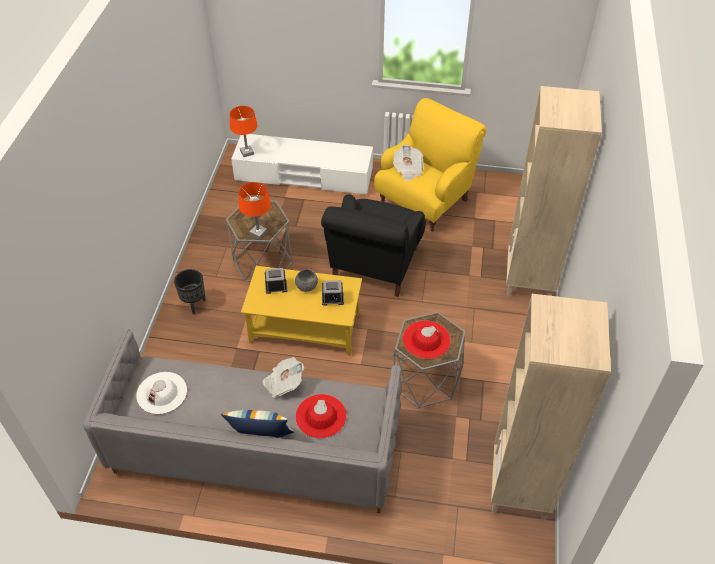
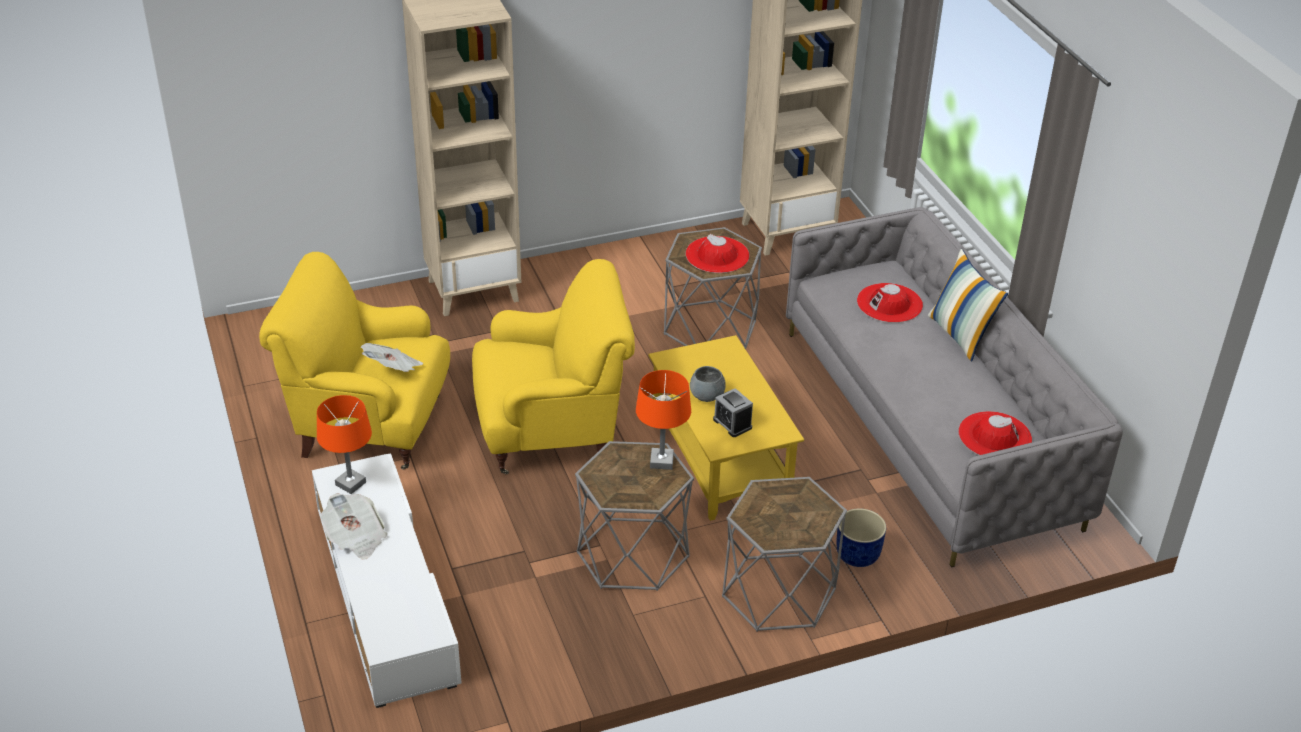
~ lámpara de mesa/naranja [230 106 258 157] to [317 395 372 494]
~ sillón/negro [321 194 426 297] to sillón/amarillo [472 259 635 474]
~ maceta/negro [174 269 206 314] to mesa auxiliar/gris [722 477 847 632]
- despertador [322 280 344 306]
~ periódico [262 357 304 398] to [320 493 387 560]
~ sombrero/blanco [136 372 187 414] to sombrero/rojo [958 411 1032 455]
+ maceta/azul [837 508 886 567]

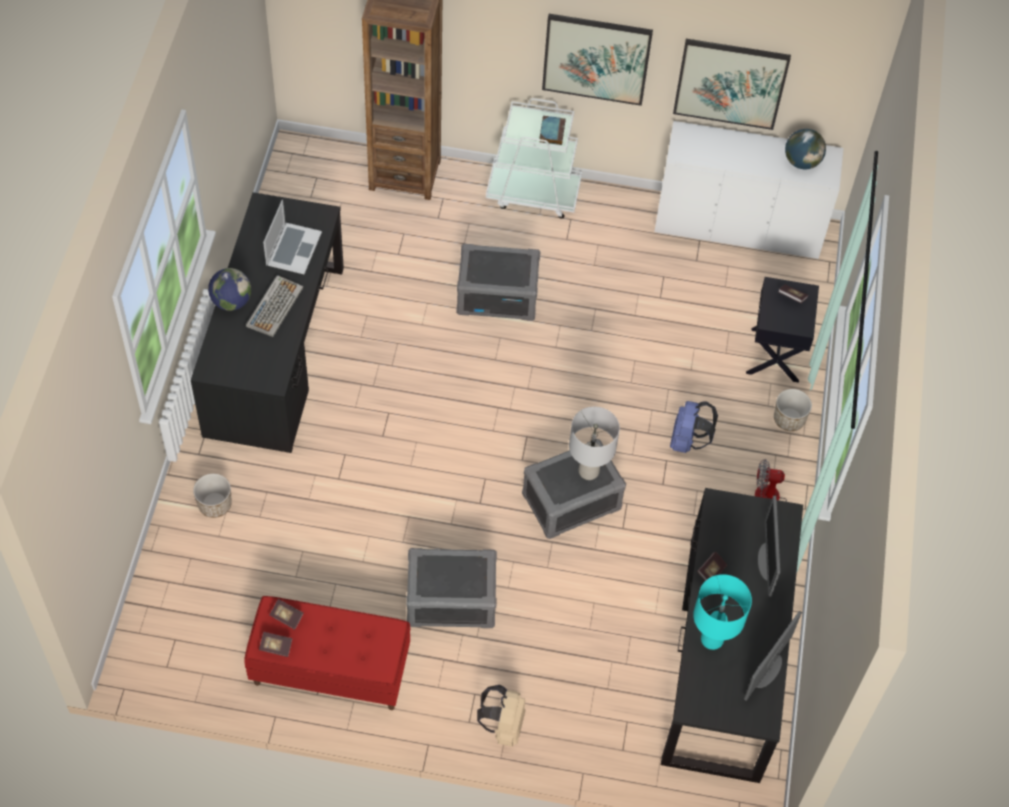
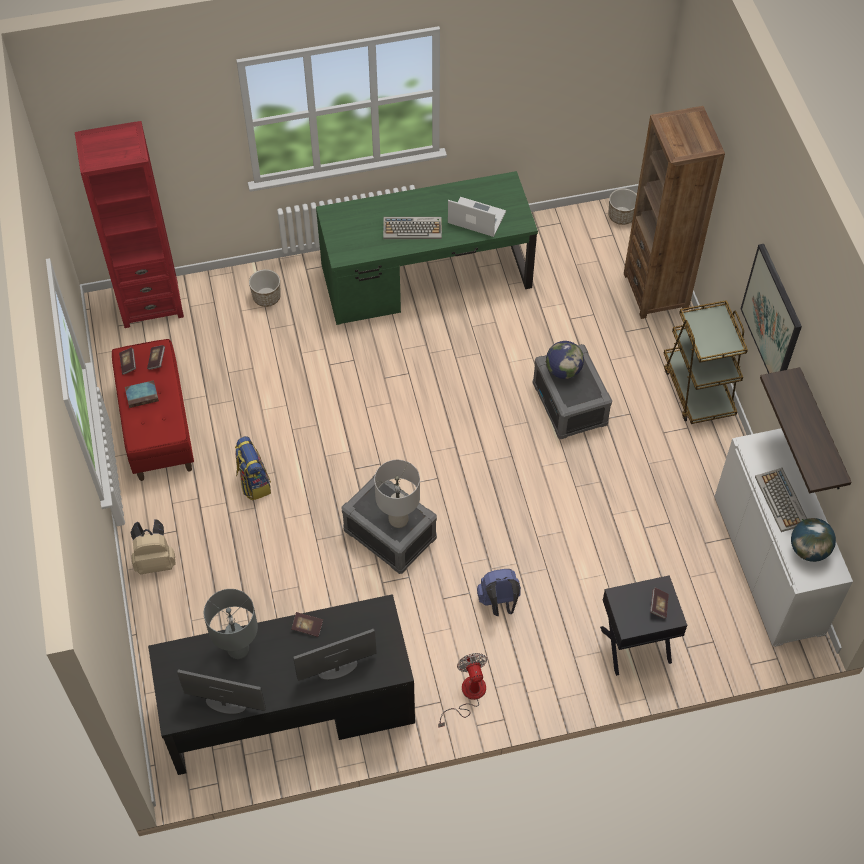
~ cuadro [673 39 791 130] to estante [760 367 852 493]
~ carrito/blanco [486 98 582 218] to carrito/marrón [664 300 748 424]
~ libro [539 116 566 145] to [125 380 159 408]
~ escritorio/negro [191 192 344 453] to escritorio/verde [316 171 538 325]
~ portátil [263 200 322 274] = [448 197 506 237] 150 degrees counterclockwise
~ globo terráqueo [208 268 251 311] to [546 341 584 379]
~ maceta [774 389 812 431] to [608 188 637 225]
~ caja de almacenaje/gris [406 548 497 628] to mochila [235 436 271 501]
~ lámpara de mesa/turquesa [693 574 752 650] to lámpara de mesa/gris [204 589 258 659]
+ estantería/rojo [75 121 184 328]
+ teclado [755 468 807 532]

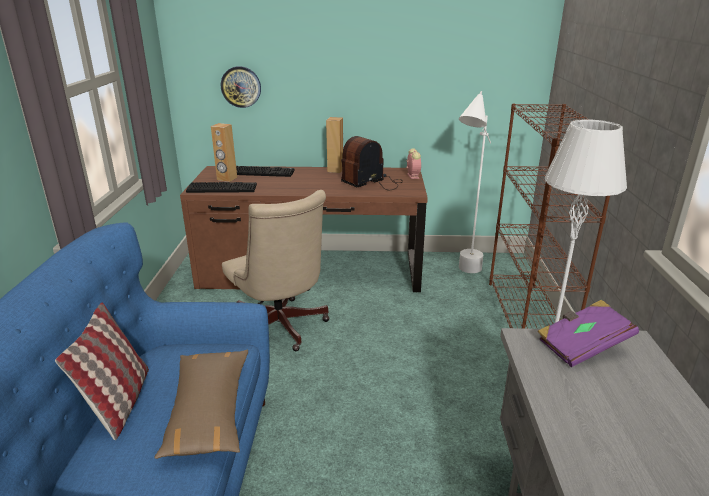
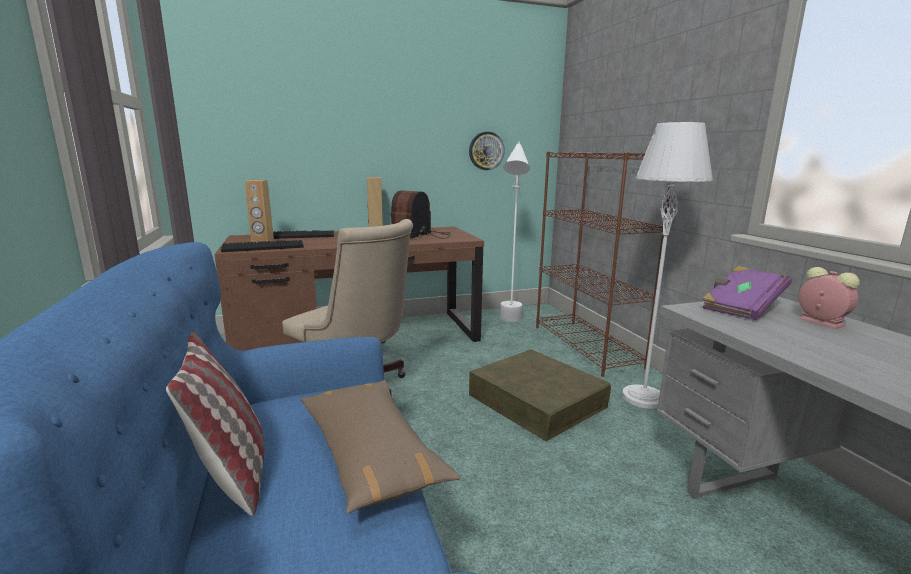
~ reloj de pared [221 66 261 108] to [469 132 505 170]
~ despertador [406 148 421 179] to [799 267 860 329]
+ caja de almacenaje/marrón [469 349 611 441]

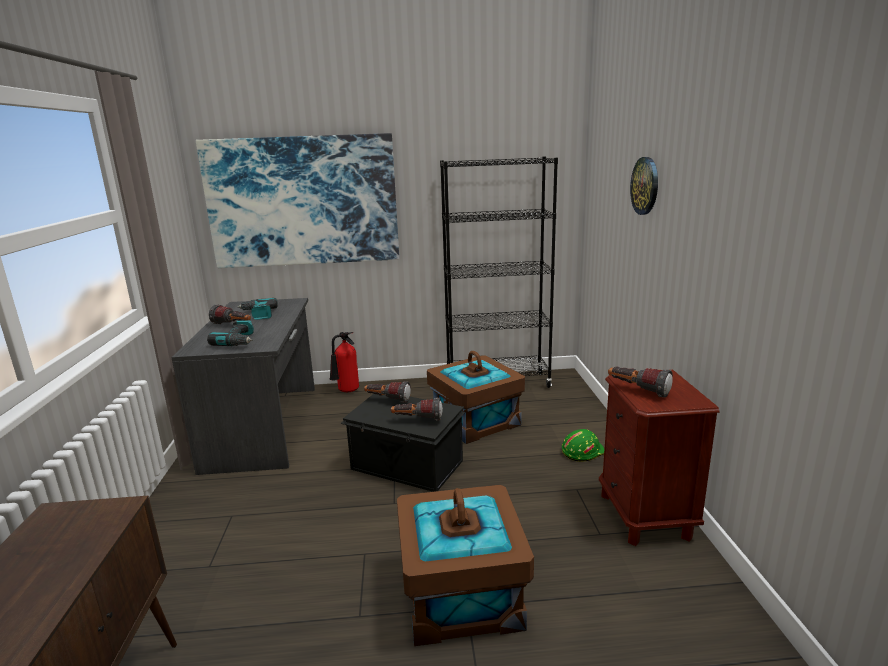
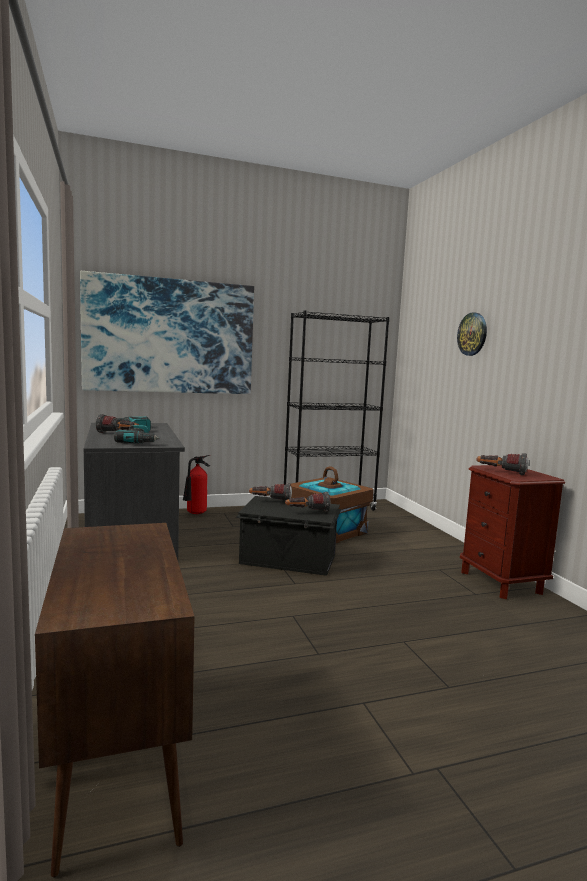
- casco/verde [562 429 604 462]
- caja de almacenaje/marrón [397 485 534 646]

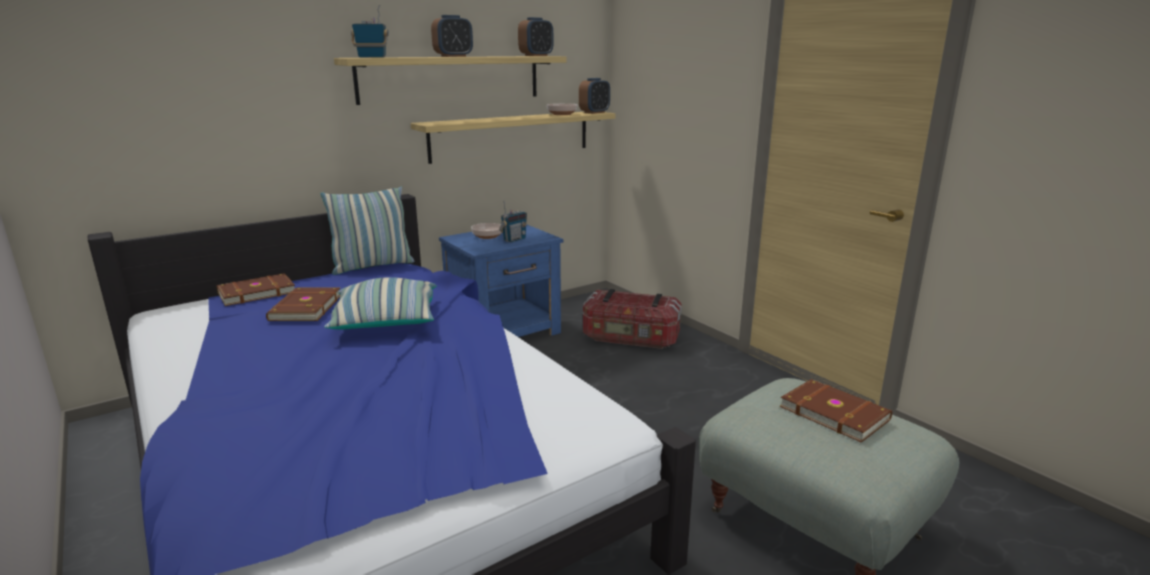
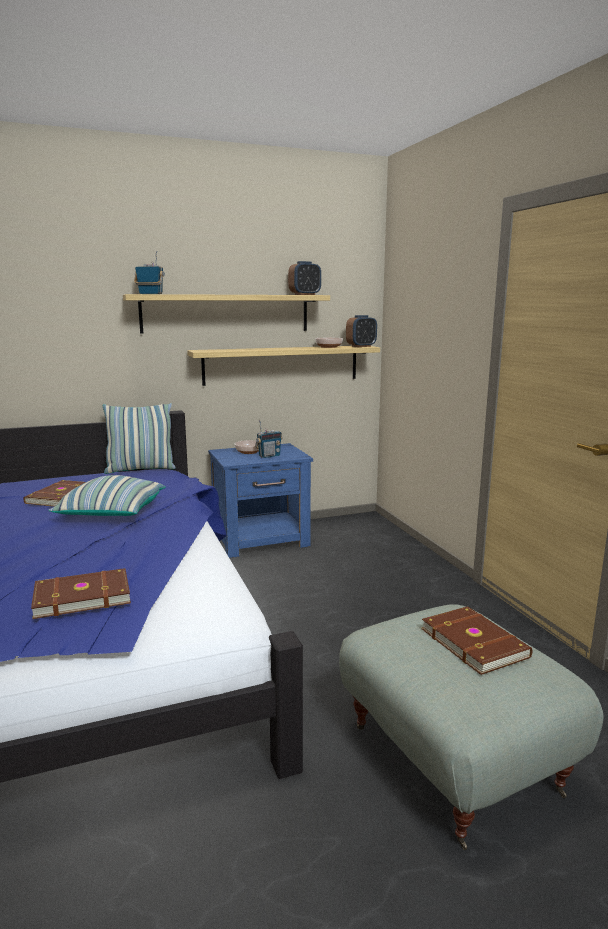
- despertador [431 15 473 57]
~ libro/marrón [216 273 295 306] to [31 568 131 619]
- caja de almacenaje [583 289 682 349]

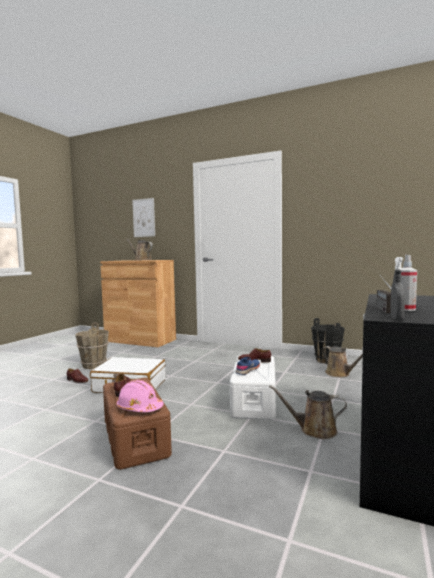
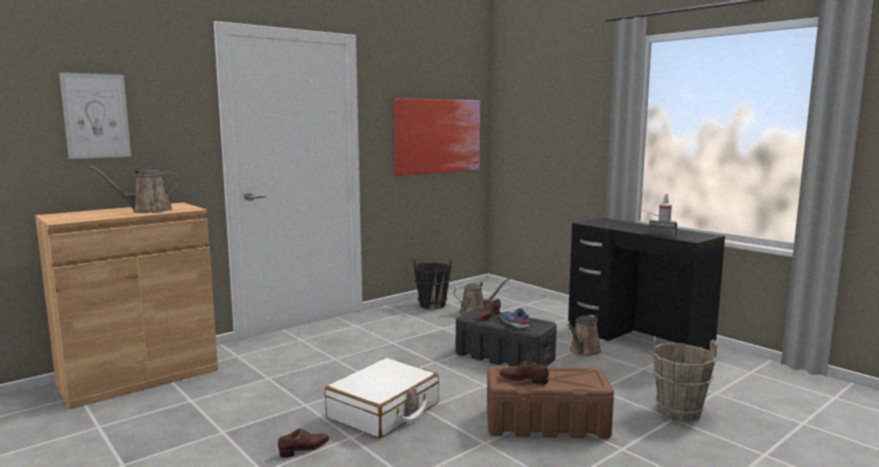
- pulverizador/gris [390 257 405 320]
~ cubo/marrón [75 322 109 369] to [653 336 717 422]
~ caja de almacenaje/blanco [230 355 276 420] to caja de almacenaje/negro [456 308 557 366]
- casco/rosa [116 380 163 412]
+ cuadro [394 98 480 176]

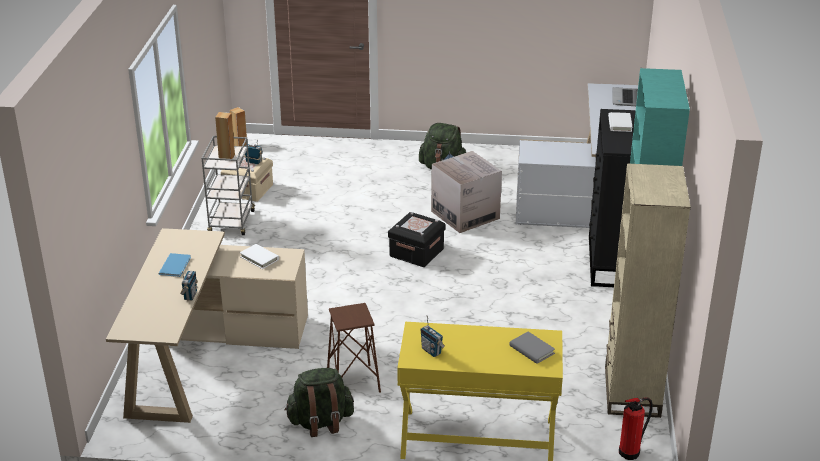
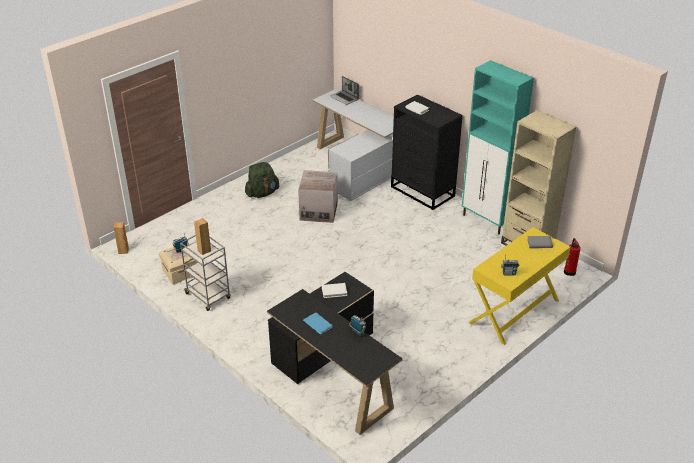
- caja de almacenaje/negro [388 212 445 267]
~ escritorio/beis [106 228 308 423] to escritorio/negro [267 272 403 435]
- taburete/marrón [327 303 381 393]
- mochila/verde [285 368 354 437]

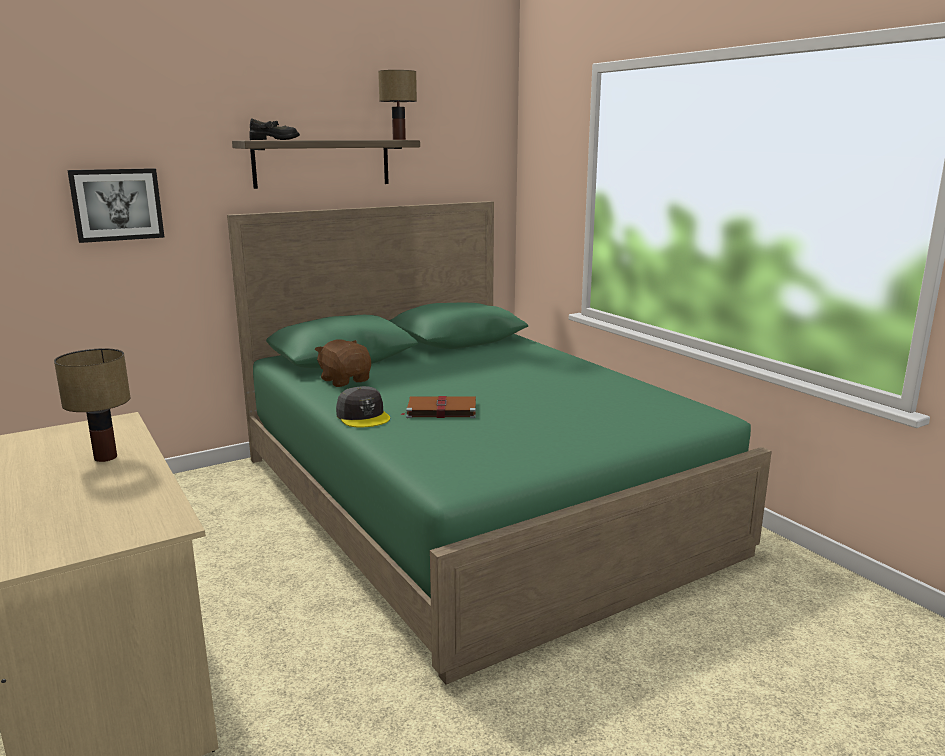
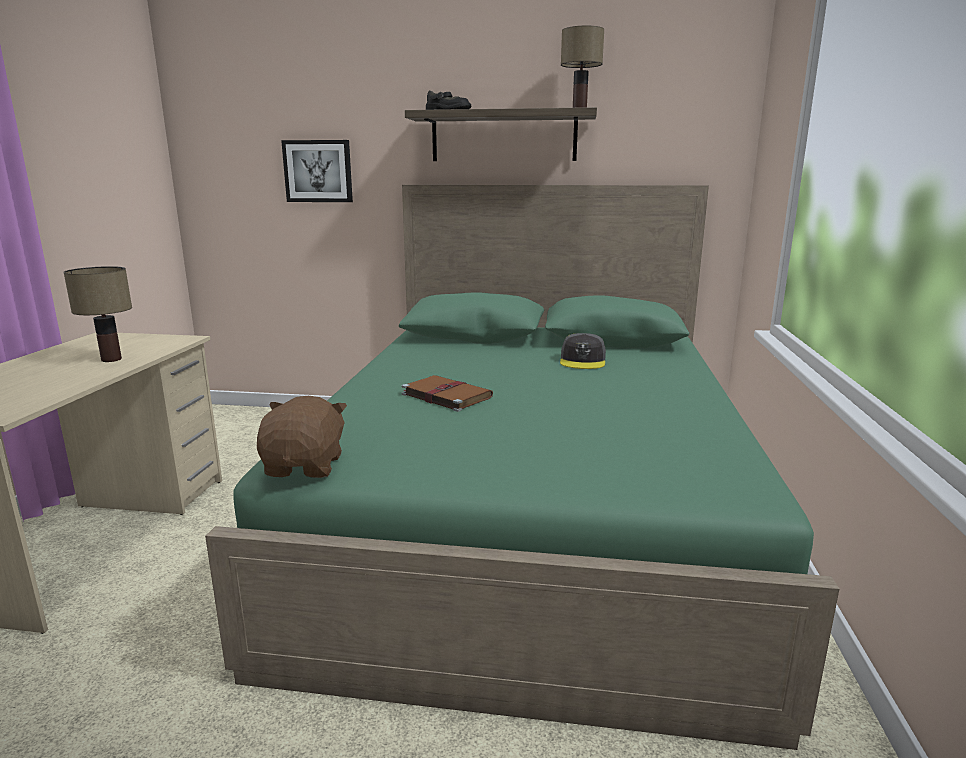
~ peluche/marrón [315 340 371 387] to [257 396 347 478]
~ gorra/gris [336 386 390 427] to [560 333 606 369]

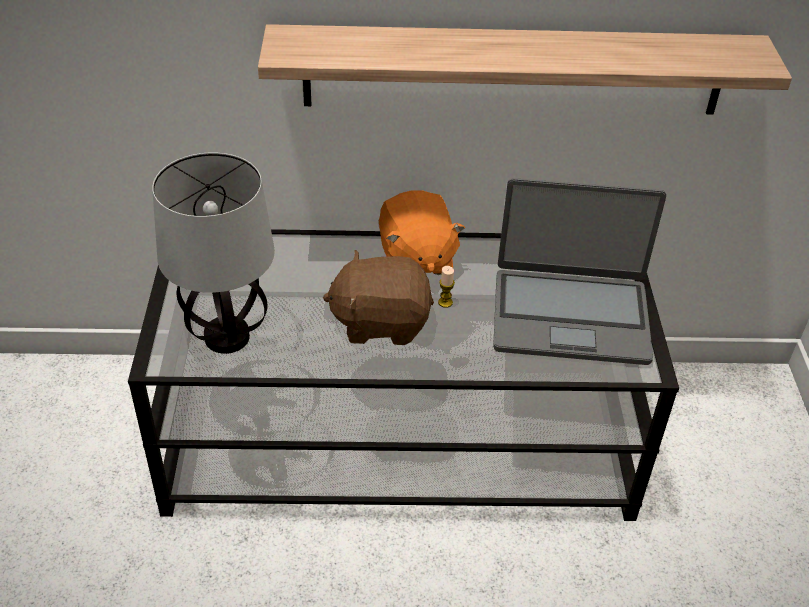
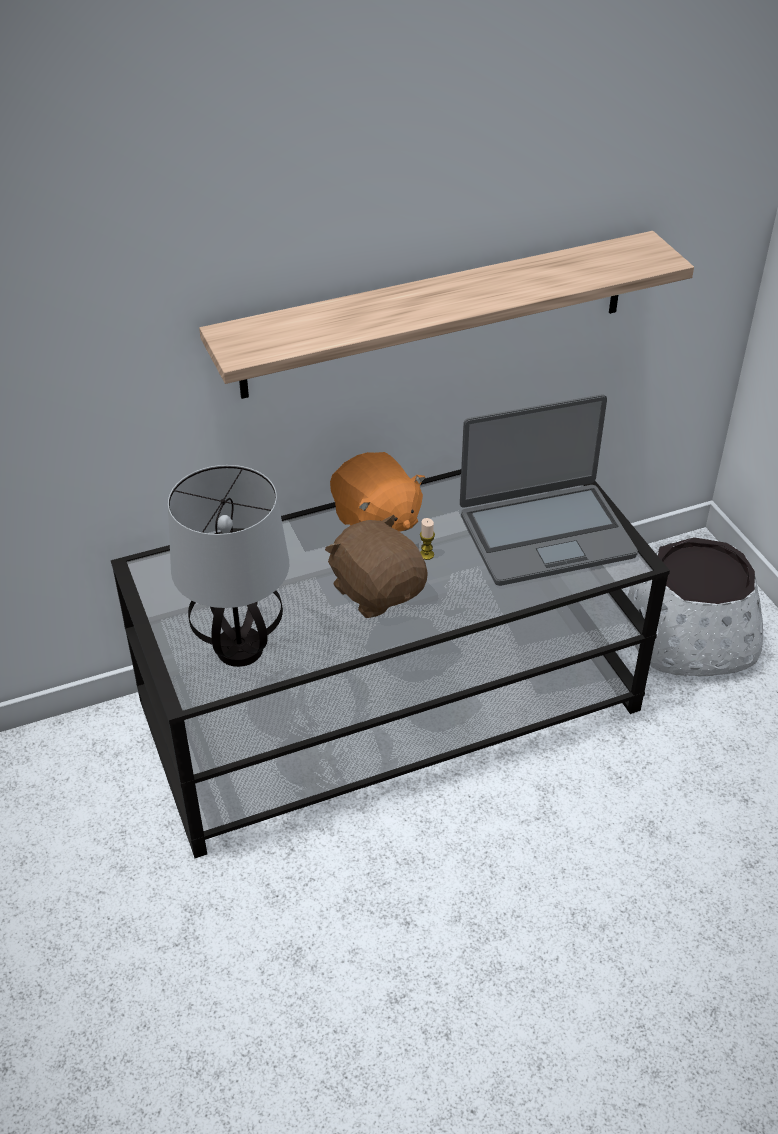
~ peluche/marrón [323 250 434 345] = [325 515 428 618] 75 degrees clockwise
+ maceta/blanco [627 537 763 677]

